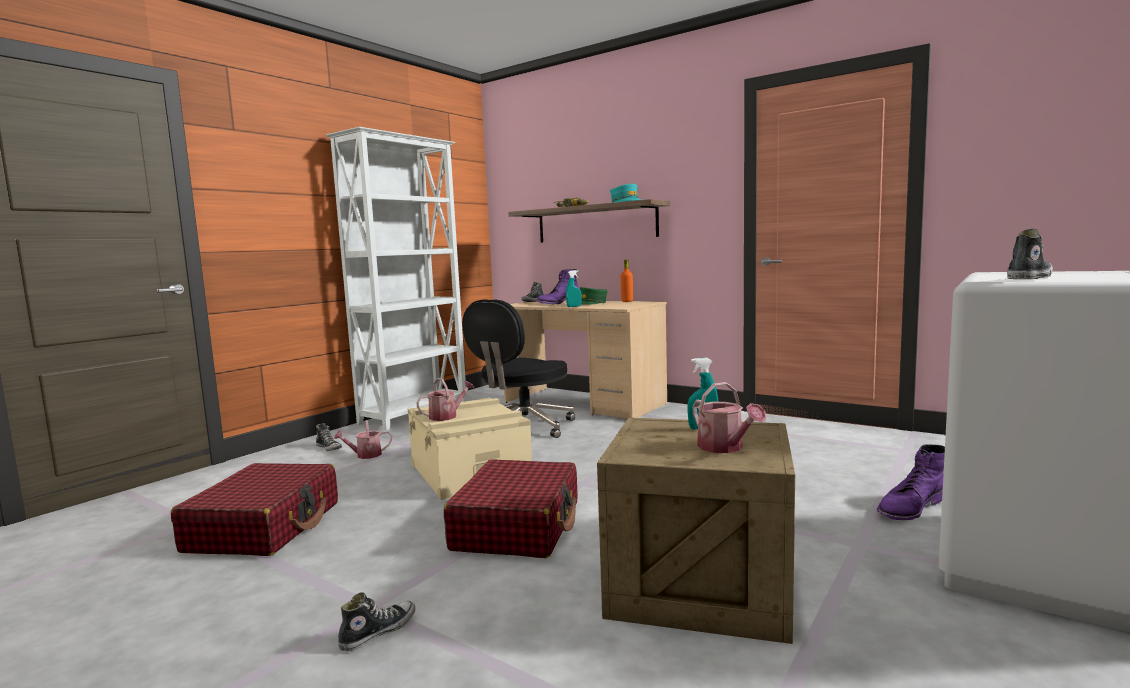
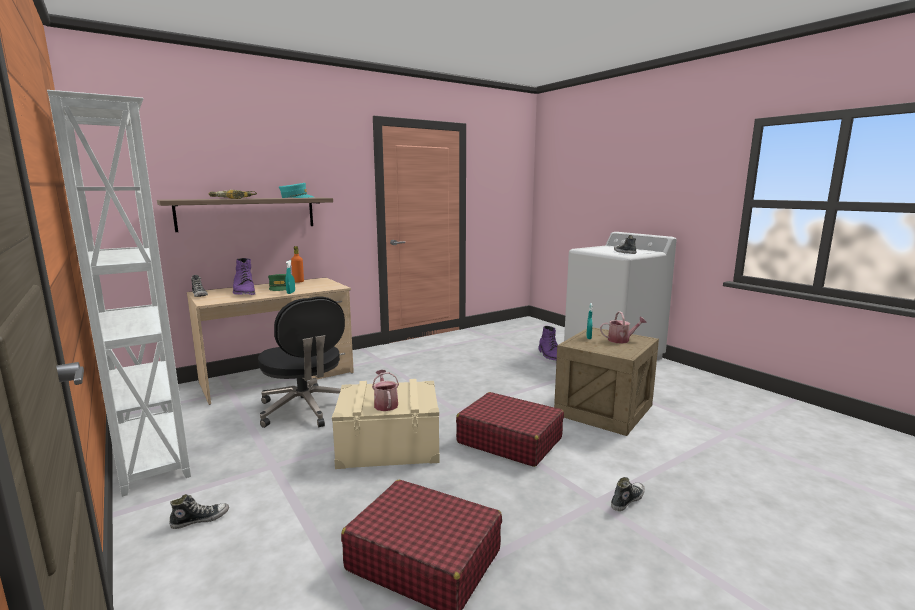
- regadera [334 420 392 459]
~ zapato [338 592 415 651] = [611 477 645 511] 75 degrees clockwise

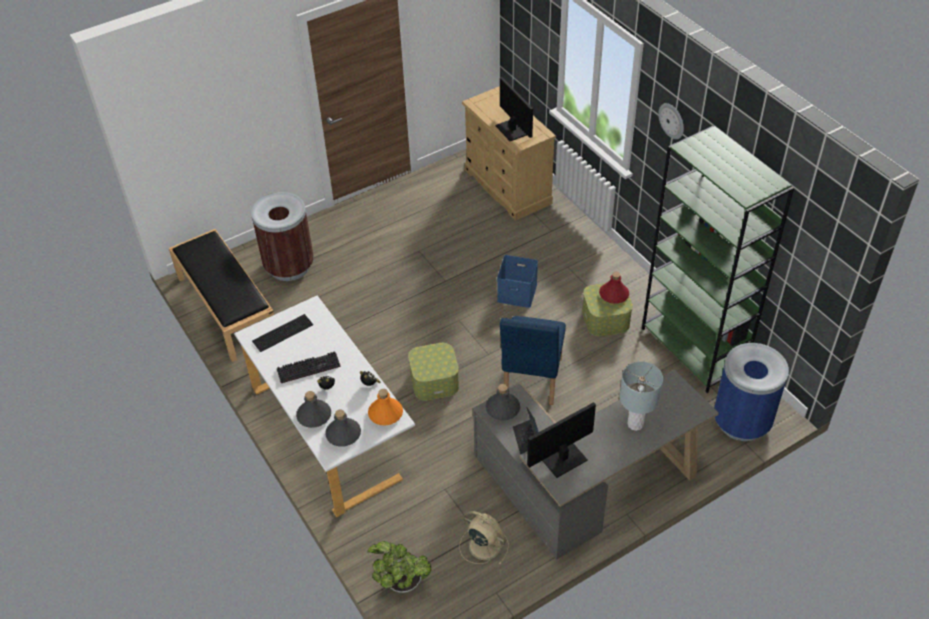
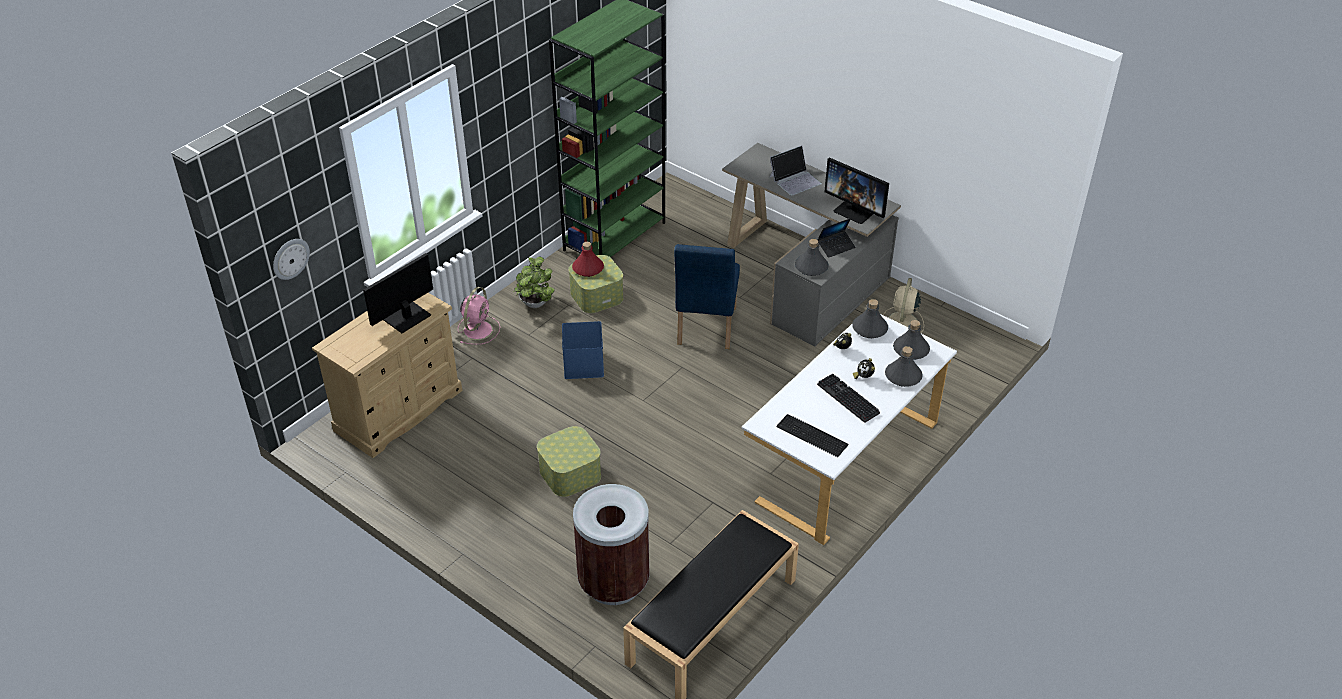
~ reloj de pared [658 103 684 139] to [273 239 310 280]
~ silla/azul [500 316 566 405] = [674 244 740 349] 105 degrees clockwise
~ caja de almacenaje [408 343 459 401] to [537 426 601 497]
- papelera/azul [714 343 789 441]
~ lámpara de mesa/gris [619 361 663 431] to portátil [769 145 822 196]
~ botella/naranja [368 389 403 426] to botella/gris [852 299 888 338]
~ planta en maceta [367 541 431 593] to [513 256 555 308]
+ ventilador/rosa [458 287 500 345]

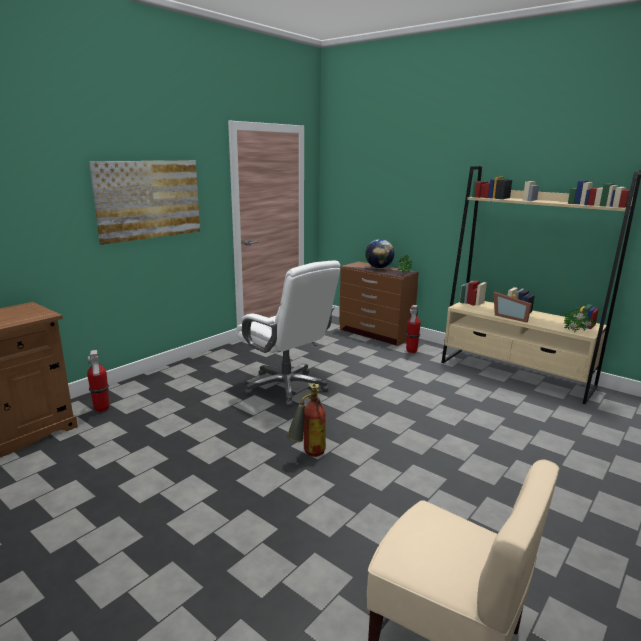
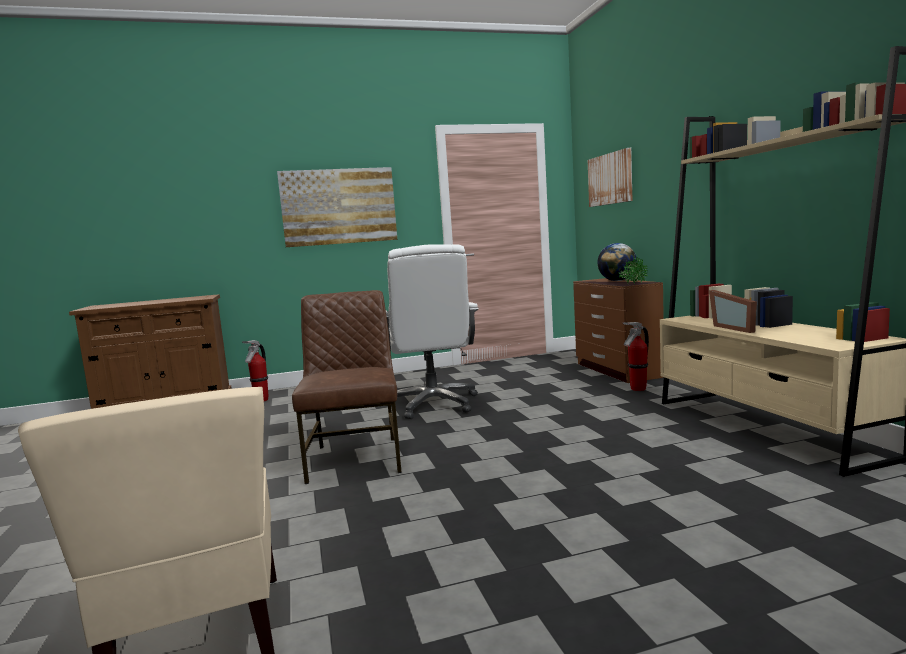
- planta en maceta [564 308 596 332]
~ extintor [287 383 326 457] to silla/marrón [292 290 402 484]
+ cuadro [588 148 633 207]

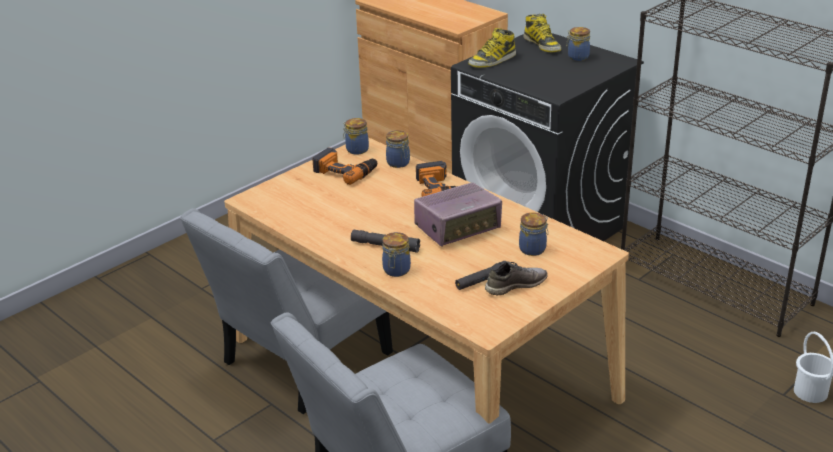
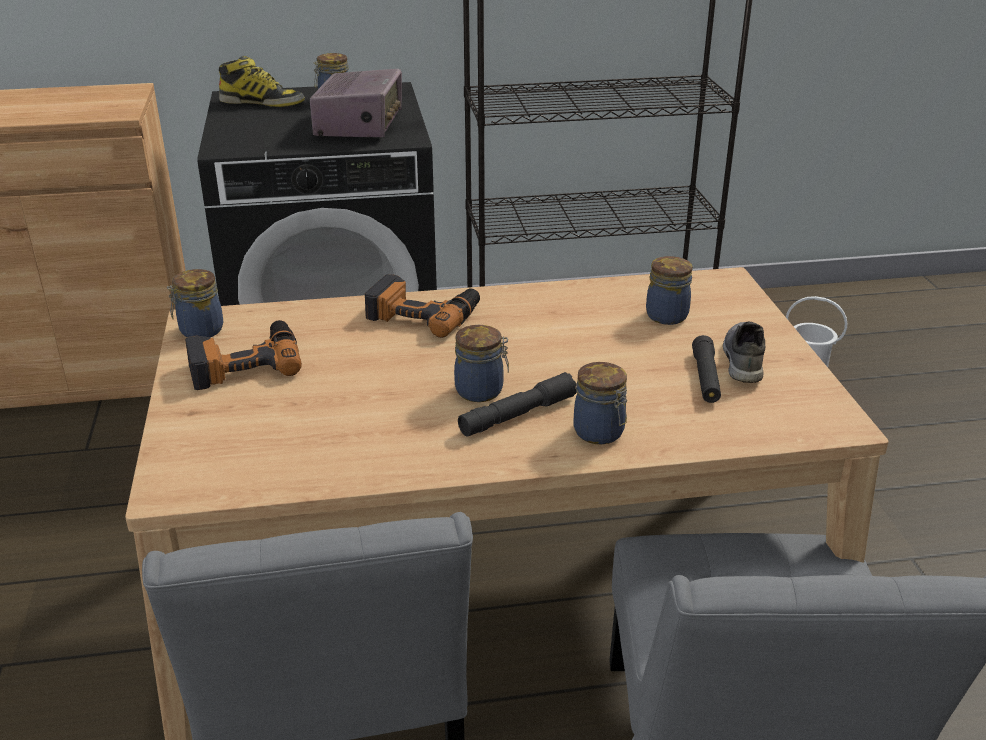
- bota [468 28 516 68]
~ tarro [386 130 410 168] to [454 325 509 402]
~ radio [414 182 502 247] to [310 69 402 138]

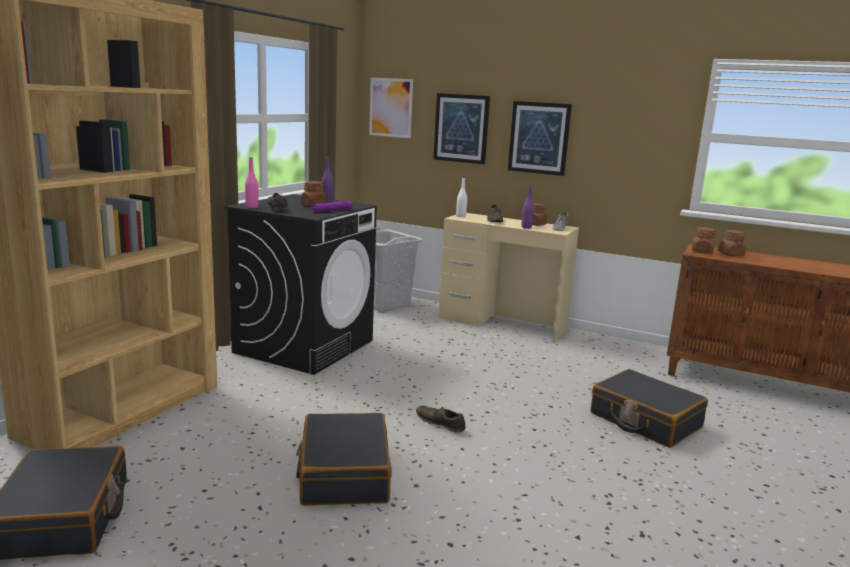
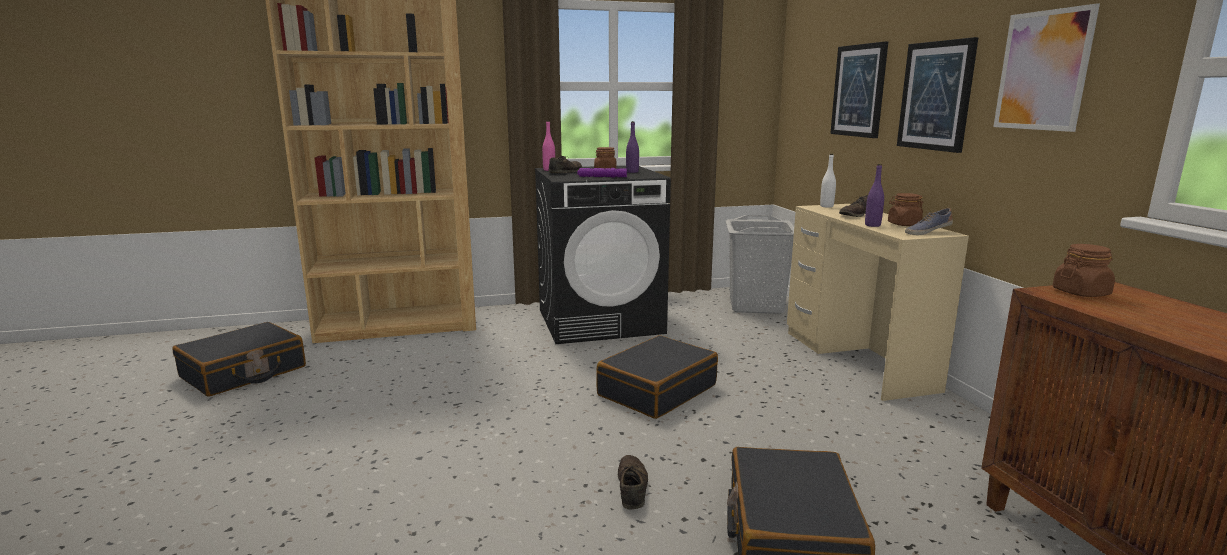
~ cuadro [369 77 413 138] to [993 3 1100 132]
- tarro/marrón [718 230 746 256]
~ zapato/marrón [416 406 465 433] to [618 455 648 510]
~ maleta/negro [296 413 392 506] to [596 335 718 419]

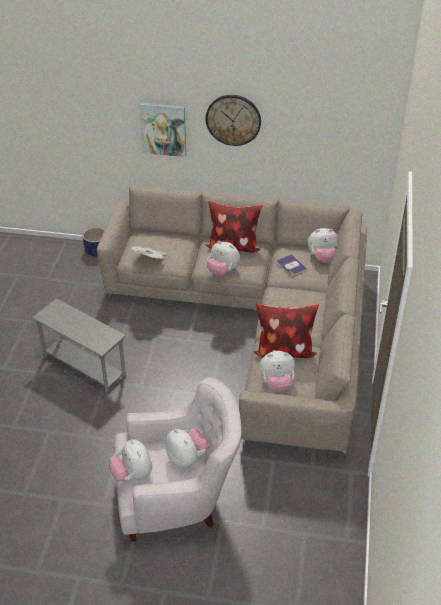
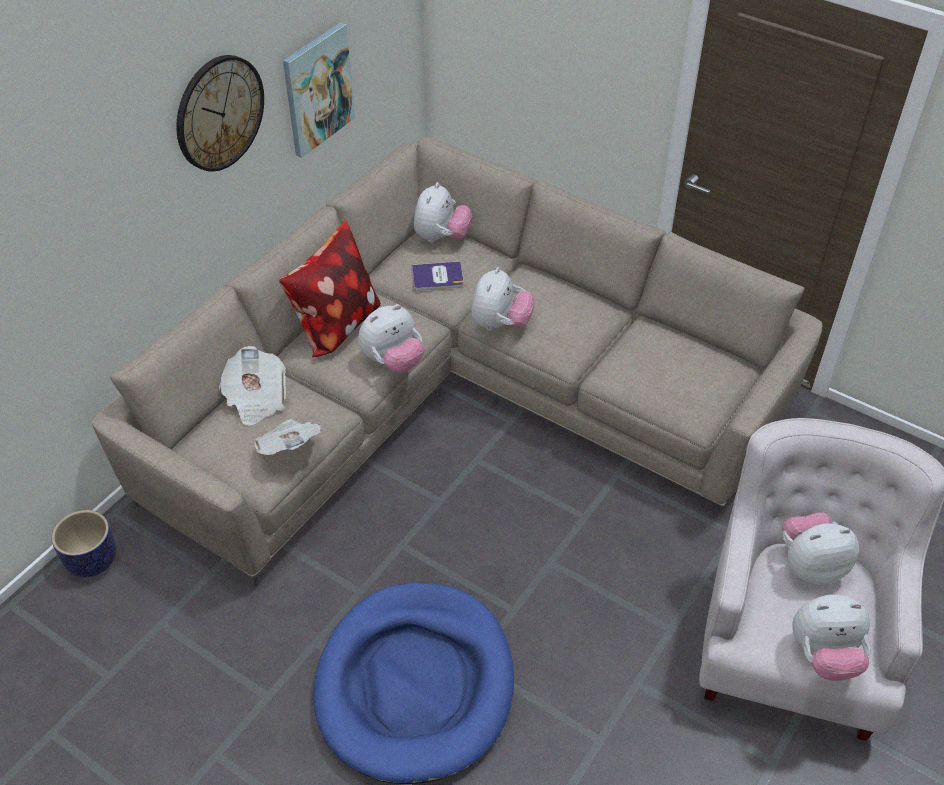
~ cuadro [139 103 186 157] to [283 22 355 158]
~ mesa auxiliar/gris [32 299 126 393] to cama para perro/azul [314 583 514 784]
- cojín [254 303 319 358]
~ peluche [259 351 295 392] to [471 267 535 330]
+ periódico [219 346 286 426]

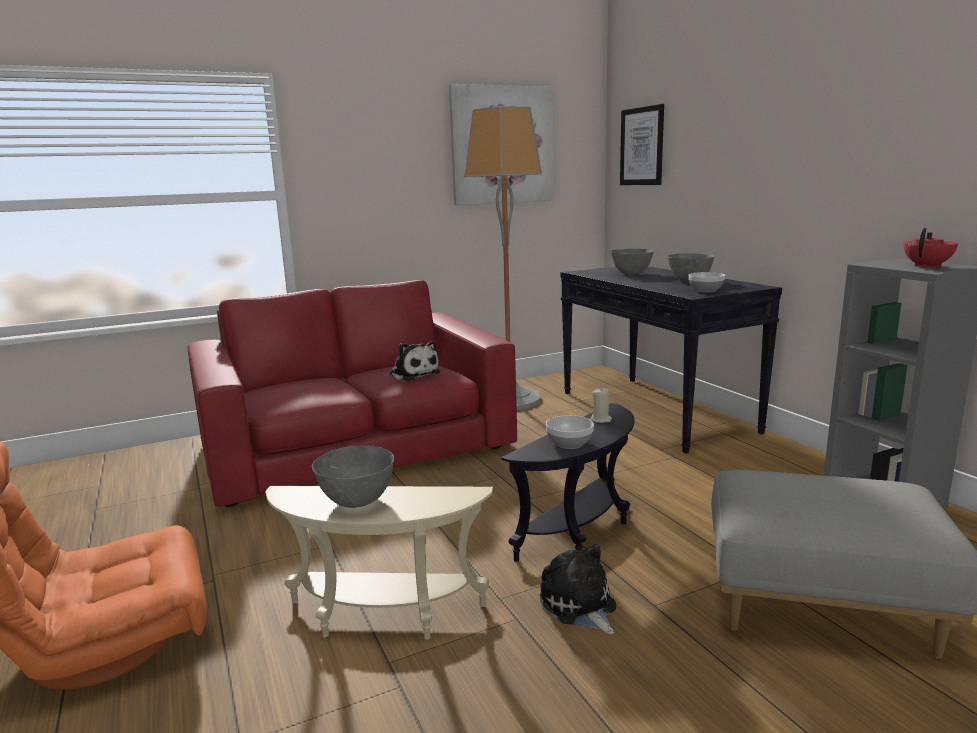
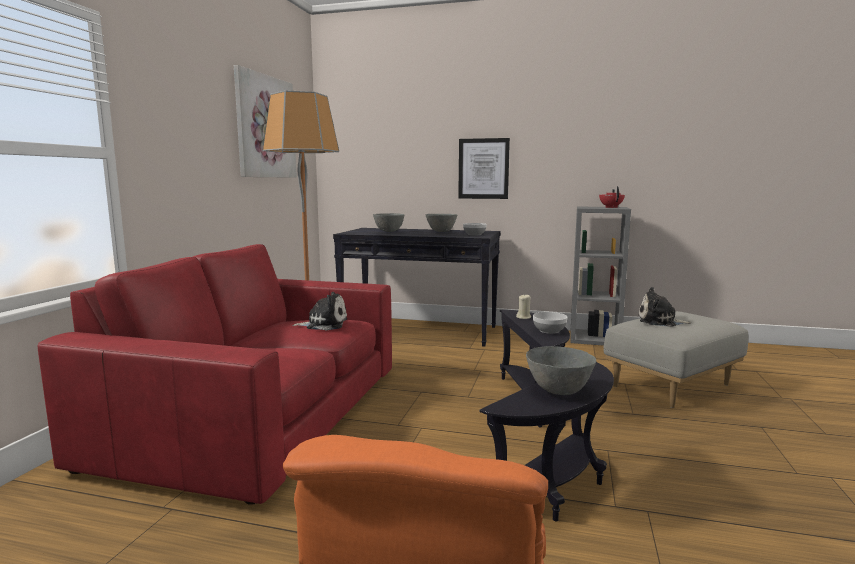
~ cuadro [620 104 664 185] to [458 138 510 199]
~ mesa auxiliar/beis [265 486 493 640] to mesa auxiliar/negro [480 362 614 522]
~ peluche [540 544 616 634] to [639 287 691 327]

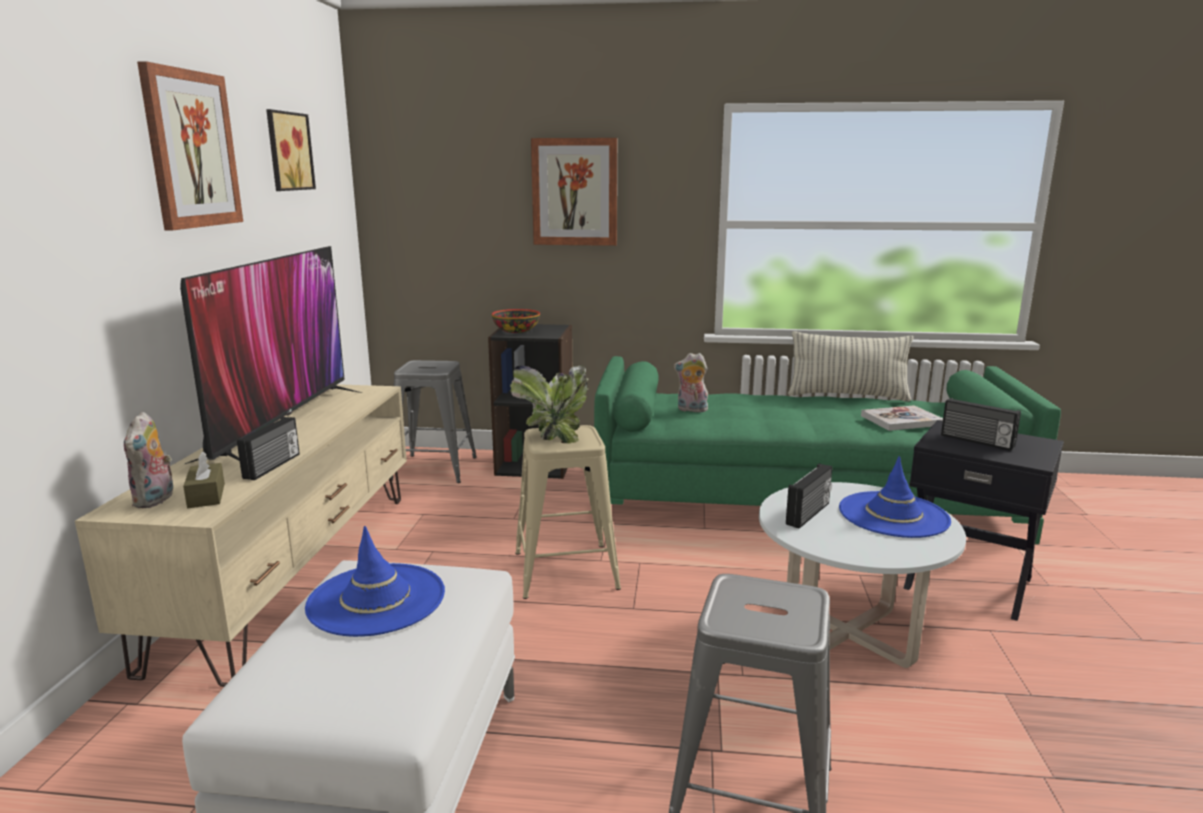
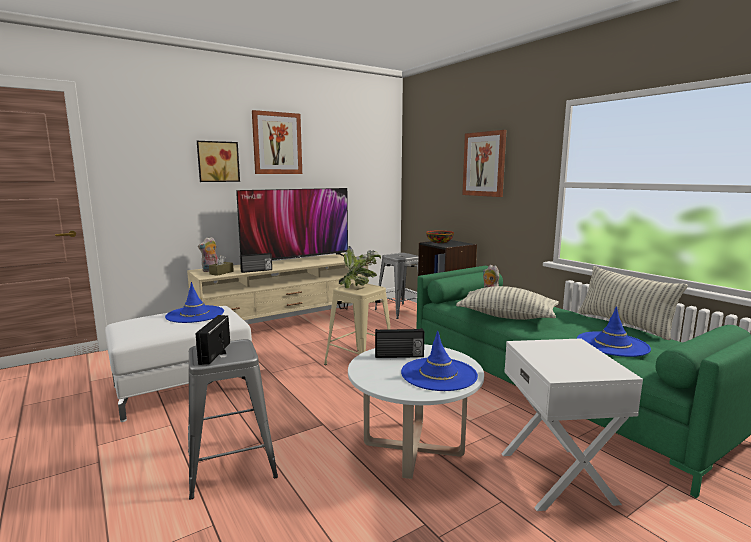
~ cuadro [266 109 316 191] to [197 141 240 182]
~ radio [941 398 1021 451] to [196 315 230 365]
~ libro [861 405 943 431] to sombrero/azul [577 306 651 357]
~ mesa auxiliar/negro [903 420 1064 621] to mesa auxiliar/blanco [501 338 643 511]
+ cojín [456 286 559 320]

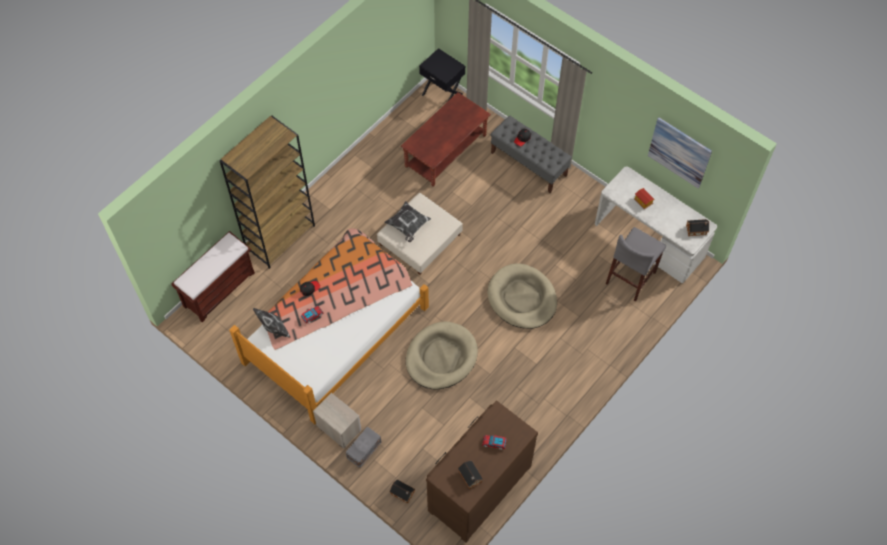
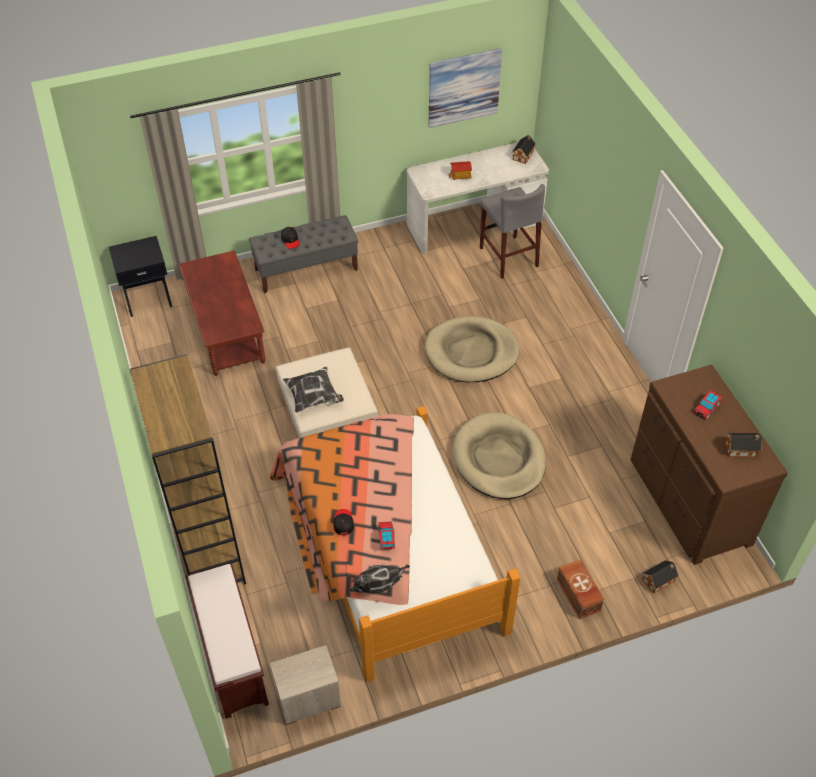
~ mesita de noche [313 393 361 449] to [270 645 341 725]
~ caja de almacenaje/gris [346 426 382 468] to caja de almacenaje/marrón [557 559 604 619]

